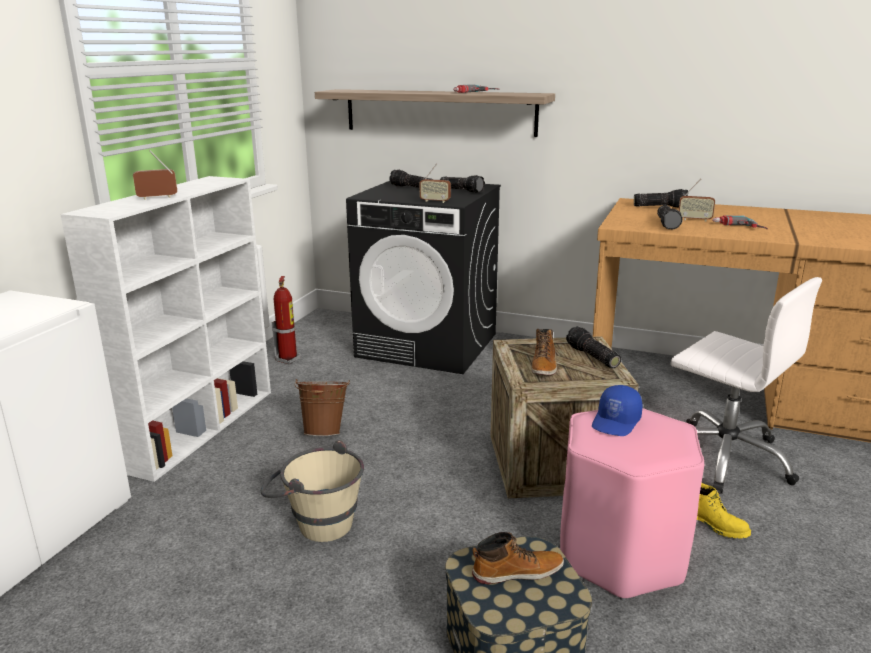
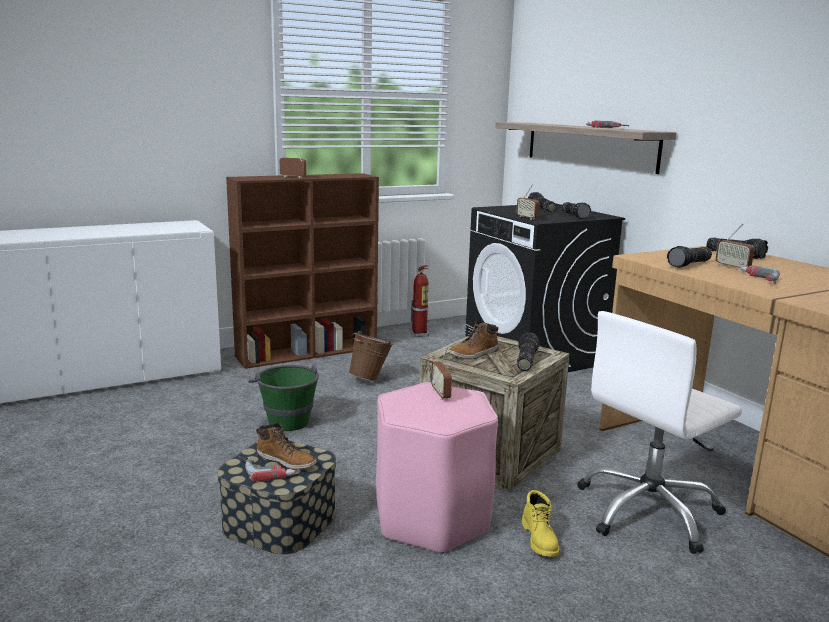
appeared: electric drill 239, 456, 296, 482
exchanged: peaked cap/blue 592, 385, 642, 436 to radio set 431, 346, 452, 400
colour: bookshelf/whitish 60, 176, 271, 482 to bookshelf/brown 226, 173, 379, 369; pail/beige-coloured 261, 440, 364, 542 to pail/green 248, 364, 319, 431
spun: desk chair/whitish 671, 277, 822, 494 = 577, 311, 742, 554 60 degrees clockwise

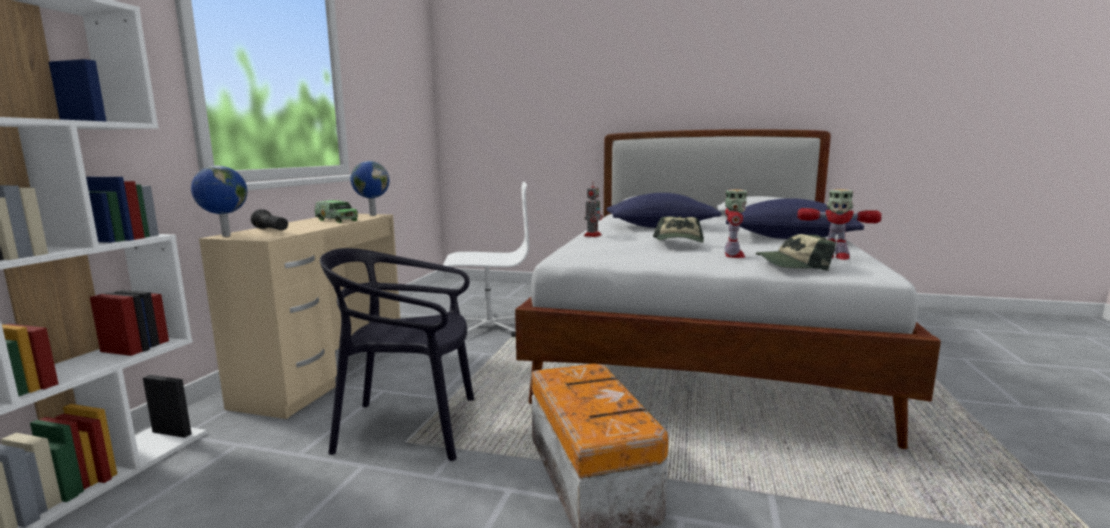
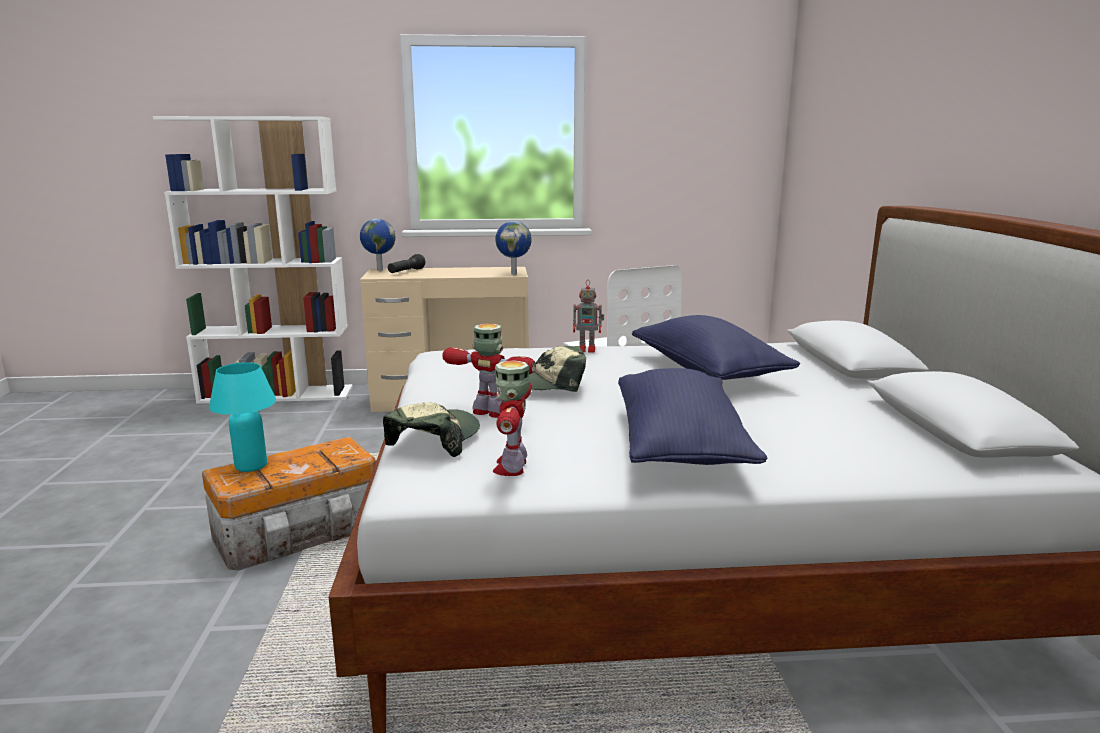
missing: model truck 315, 200, 358, 223; upright chair/blackish 320, 248, 474, 461
appeared: lamp for a table/turquoise 209, 362, 276, 472
spun: toy robot 725, 189, 747, 258 = 443, 324, 536, 418 150 degrees counterclockwise; peaked cap 756, 234, 836, 271 = 383, 402, 480, 457 45 degrees clockwise

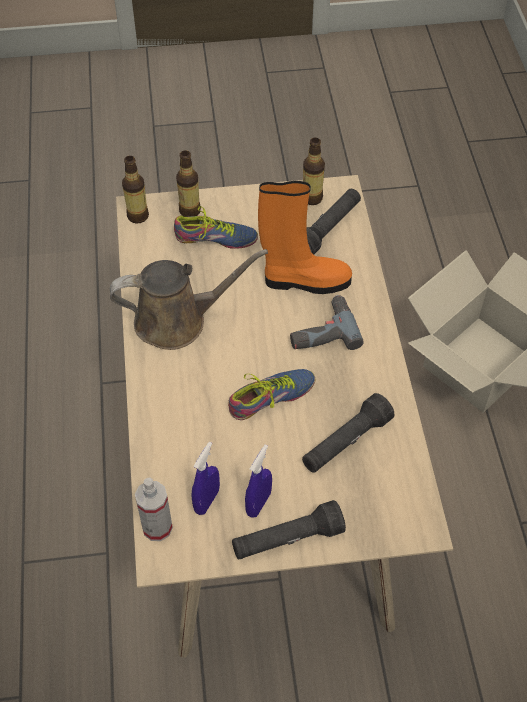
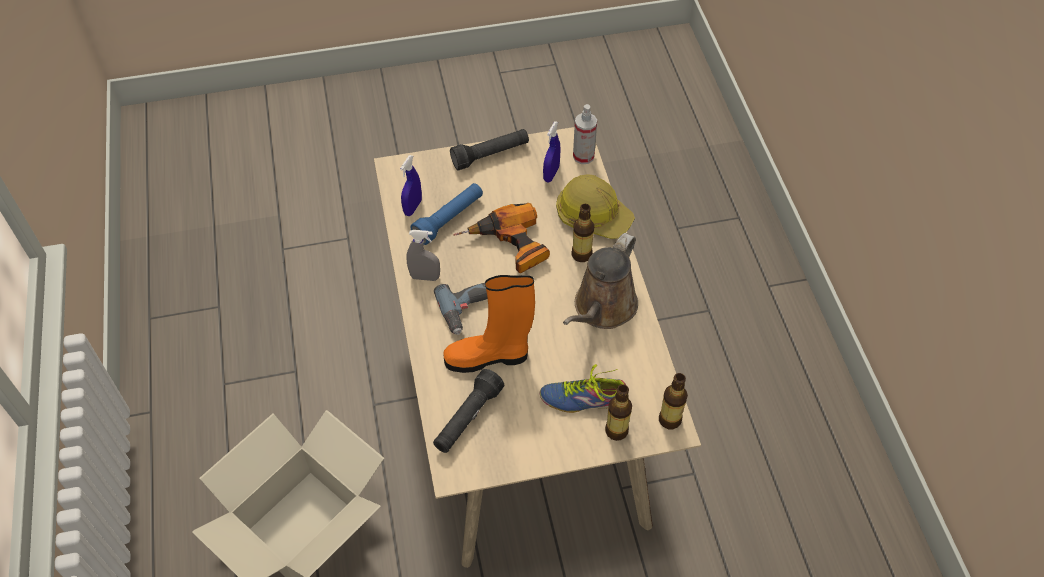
appeared: work helmet 556, 174, 635, 239; sprayer/grey 406, 230, 440, 281
relocated: bottle 303, 137, 325, 205 to 572, 204, 594, 262; sprayer/blue 245, 445, 272, 518 to 400, 155, 422, 216
exchanged: low shoe 228, 369, 315, 420 to electric drill 454, 203, 550, 274
colour: torch/blackish 302, 393, 394, 473 to torch/blue 411, 183, 483, 245
spun: watering pot/brown 110, 249, 268, 350 = 563, 233, 638, 329 45 degrees counterclockwise

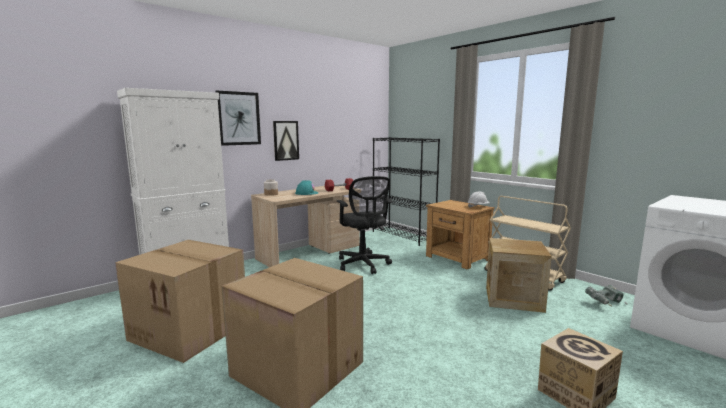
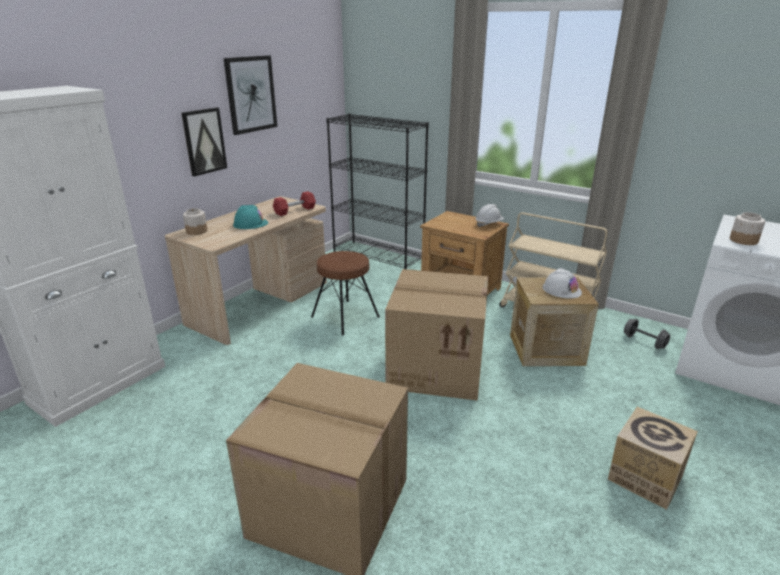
appeared: jar 730, 212, 765, 245; work helmet/whitish 542, 268, 582, 298
relocated: picture 216, 90, 261, 146 to 223, 55, 277, 135; carton 115, 240, 245, 363 to 385, 269, 488, 401
exchanged: desk chair/blackish 337, 176, 393, 274 to stool seat/brown 311, 251, 380, 335; electric drill 585, 285, 627, 307 to hand weight/grey 624, 319, 670, 349

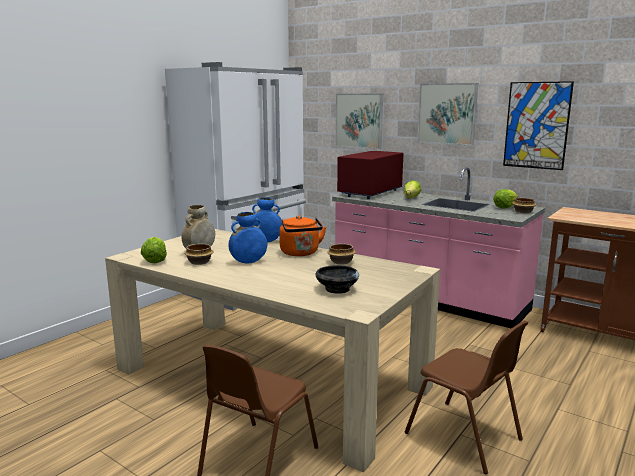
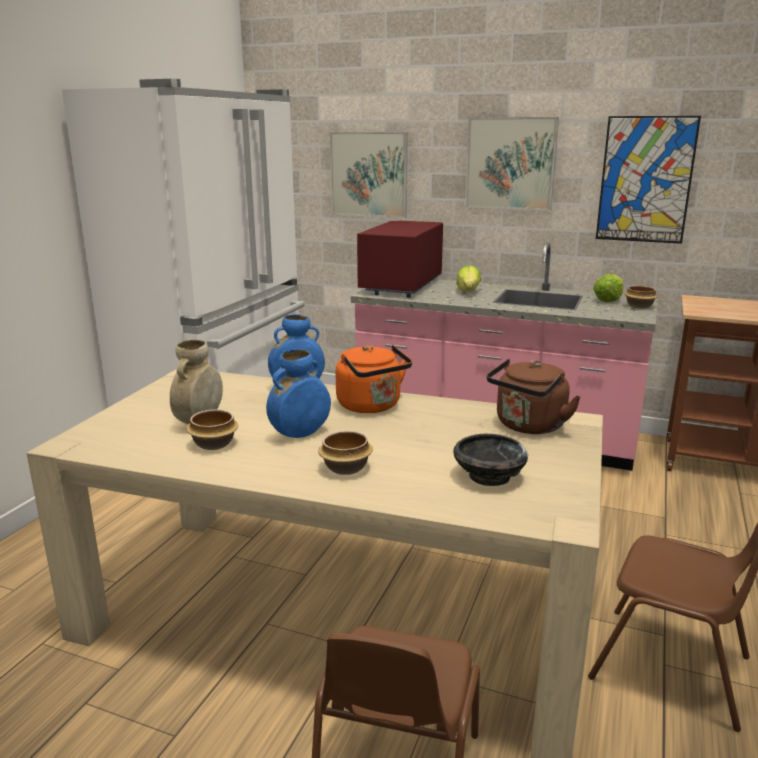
missing: head of lettuce 141, 237, 167, 263
appeared: water kettle/brown 487, 359, 581, 434
relocated: bowl 327, 244, 356, 264 to 318, 431, 373, 475

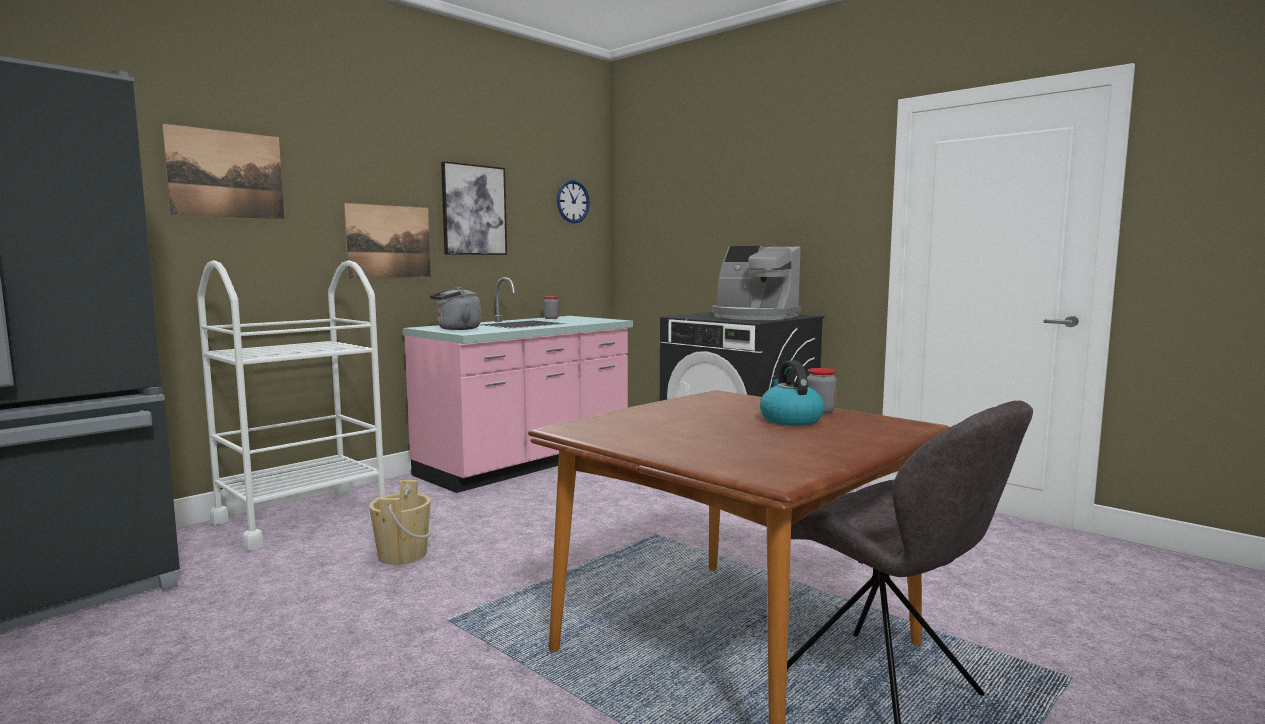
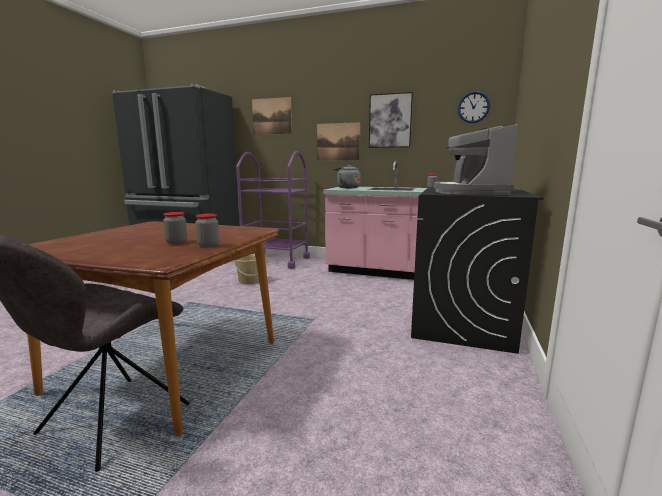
exchanged: water kettle 760, 360, 825, 426 to jar 163, 212, 187, 244
colour: wheeled cart/whitish 197, 260, 385, 551 to wheeled cart/purple 236, 151, 310, 269

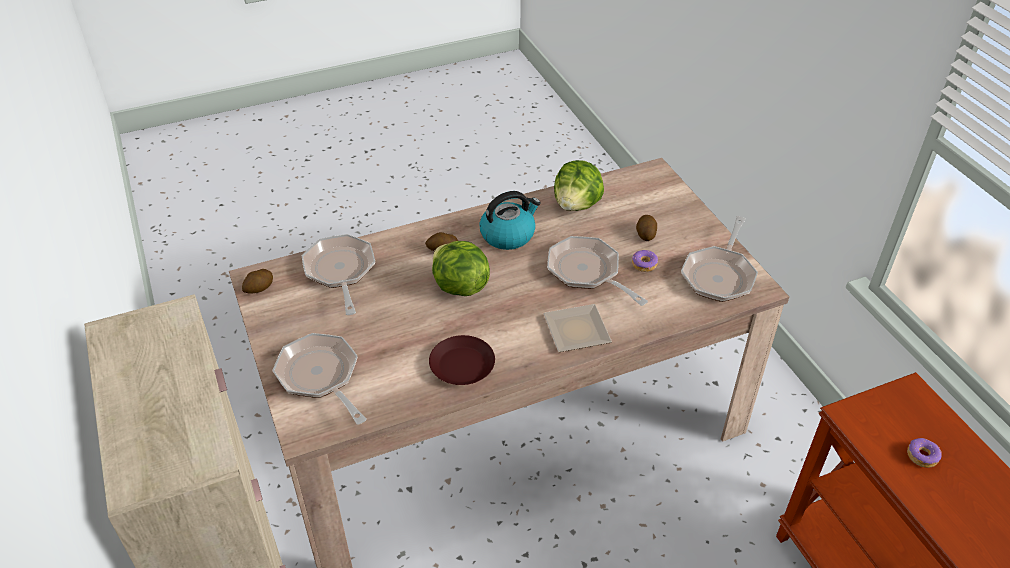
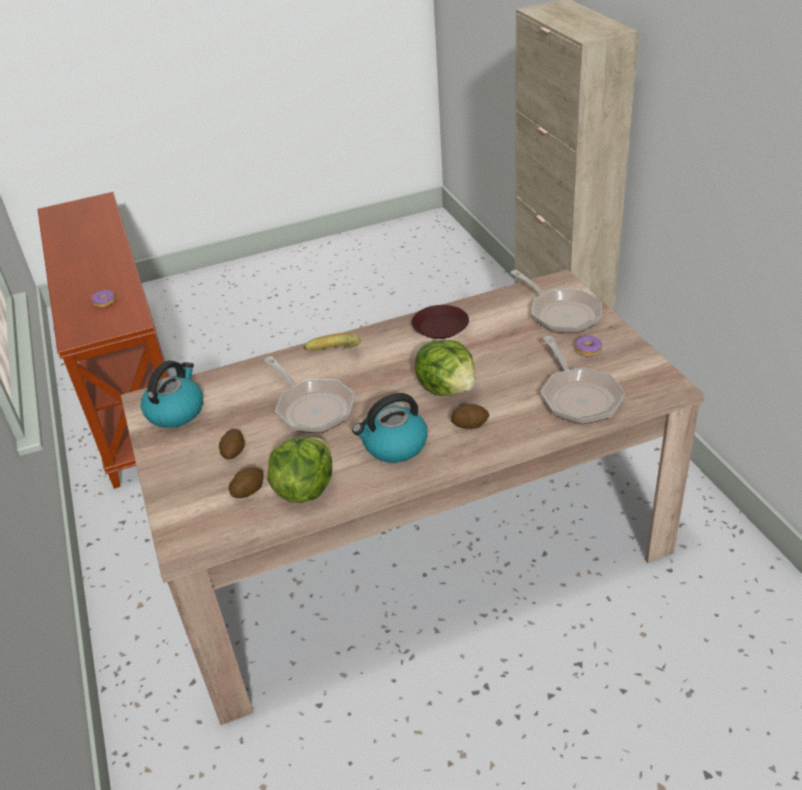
relocated: ring doughnut 632, 250, 658, 272 to 575, 336, 602, 357; whole potato 242, 269, 273, 294 to 229, 467, 263, 498
exchanged: frying pan 681, 216, 758, 302 to water kettle 141, 361, 203, 428; flat dish 543, 304, 612, 352 to banana 303, 333, 361, 350

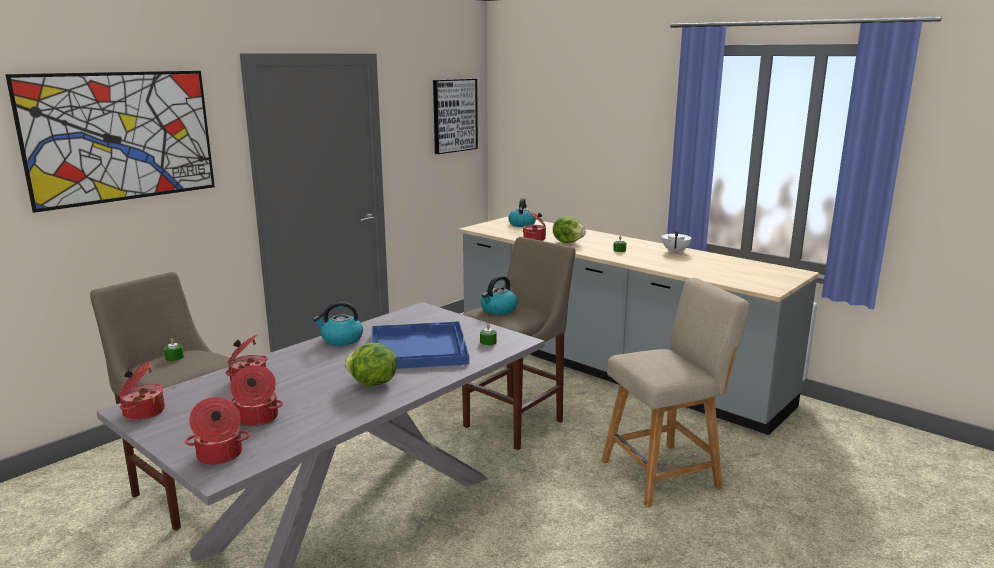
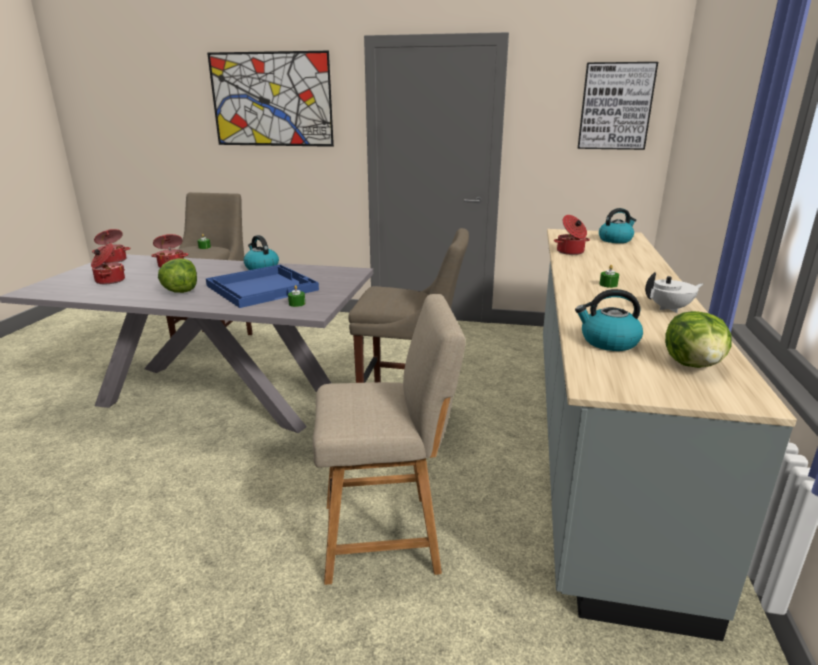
missing: saucepot 185, 397, 250, 465
relocated: head of lettuce 553, 216, 586, 243 to 665, 311, 732, 368; water kettle 481, 276, 517, 315 to 575, 289, 643, 351
spun: upright chair/beige-coloured 601, 278, 750, 507 = 312, 294, 465, 585 45 degrees counterclockwise

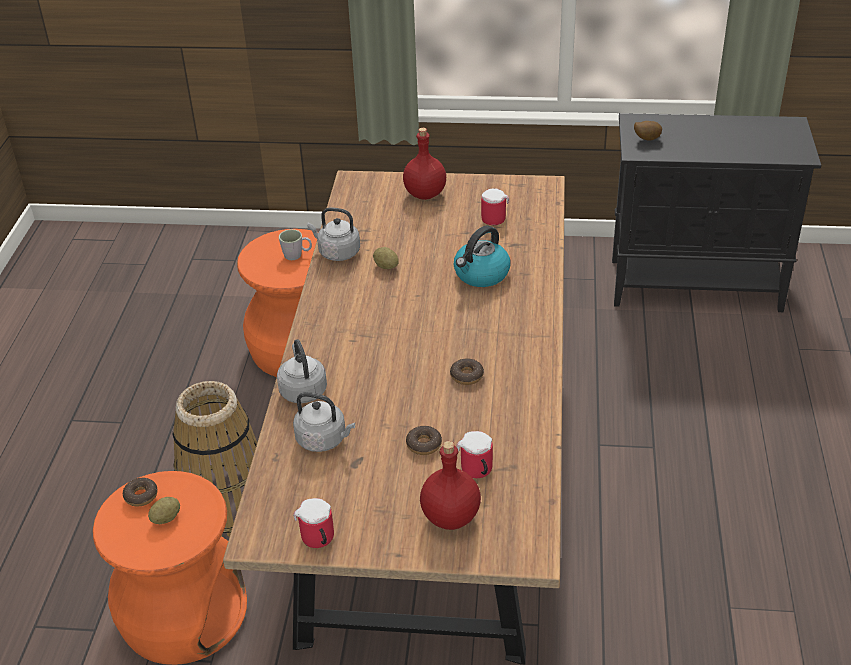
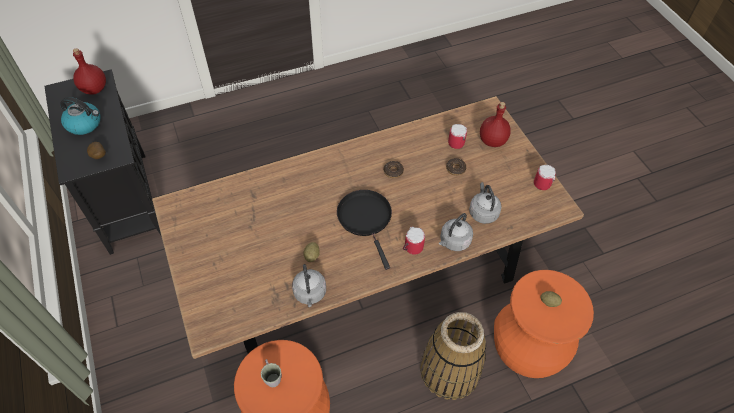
missing: ring doughnut 123, 478, 158, 507
appeared: frying pan/blackish 337, 190, 392, 270
relocated: bottle/red-coloured 403, 128, 446, 200 to 73, 48, 106, 95; coffee mug 481, 189, 509, 225 to 403, 226, 425, 255; water kettle 454, 225, 510, 287 to 60, 97, 101, 135

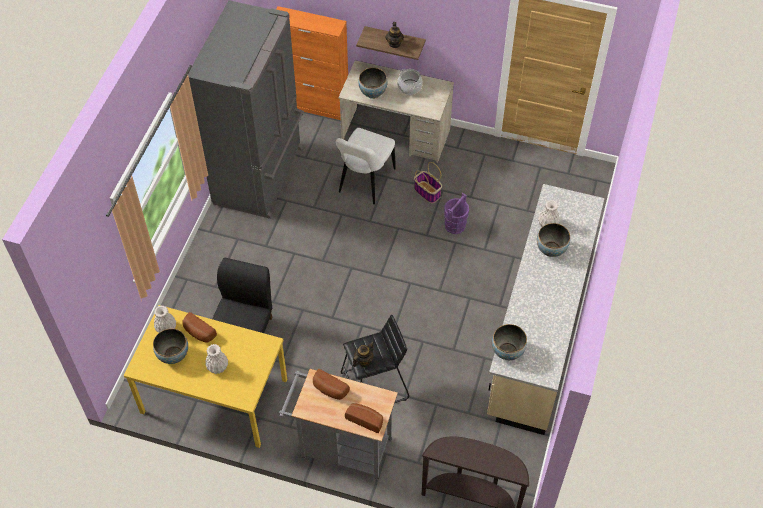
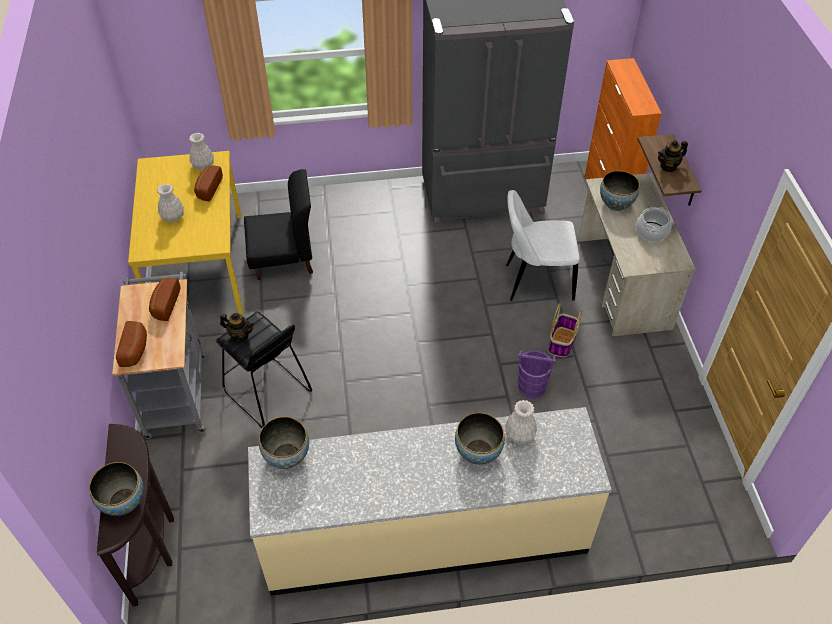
relocated: bowl 153, 329, 188, 364 to 89, 462, 144, 516

